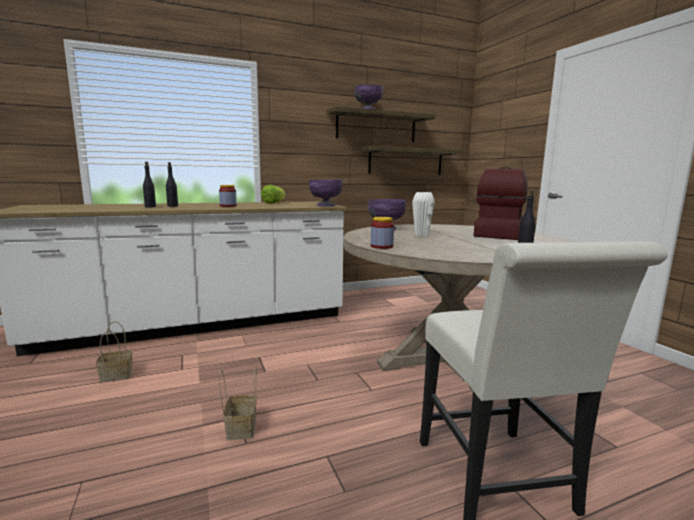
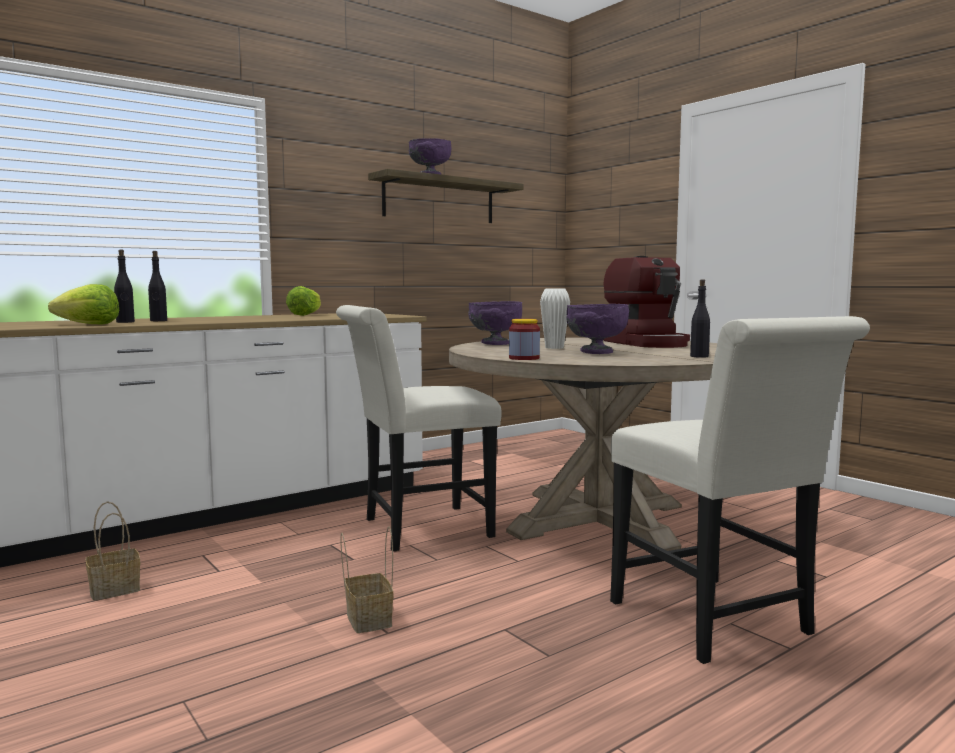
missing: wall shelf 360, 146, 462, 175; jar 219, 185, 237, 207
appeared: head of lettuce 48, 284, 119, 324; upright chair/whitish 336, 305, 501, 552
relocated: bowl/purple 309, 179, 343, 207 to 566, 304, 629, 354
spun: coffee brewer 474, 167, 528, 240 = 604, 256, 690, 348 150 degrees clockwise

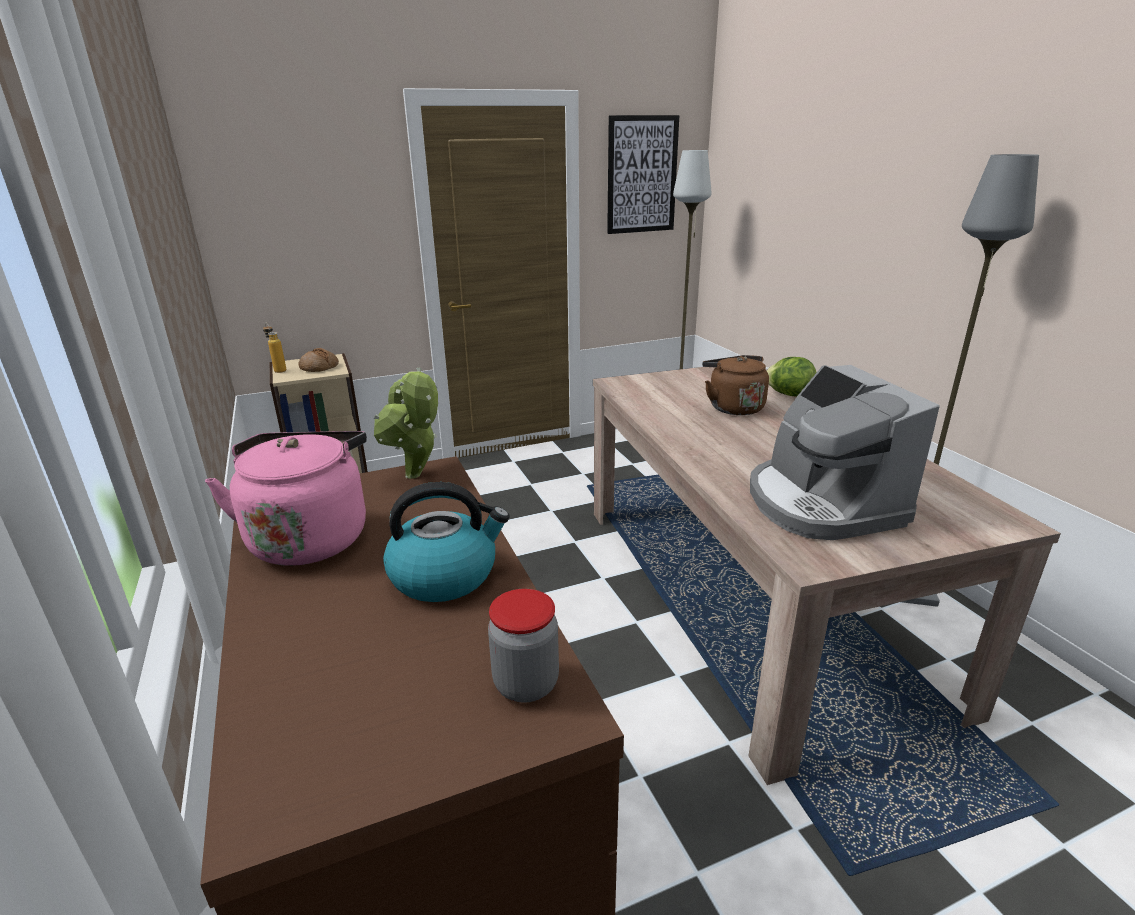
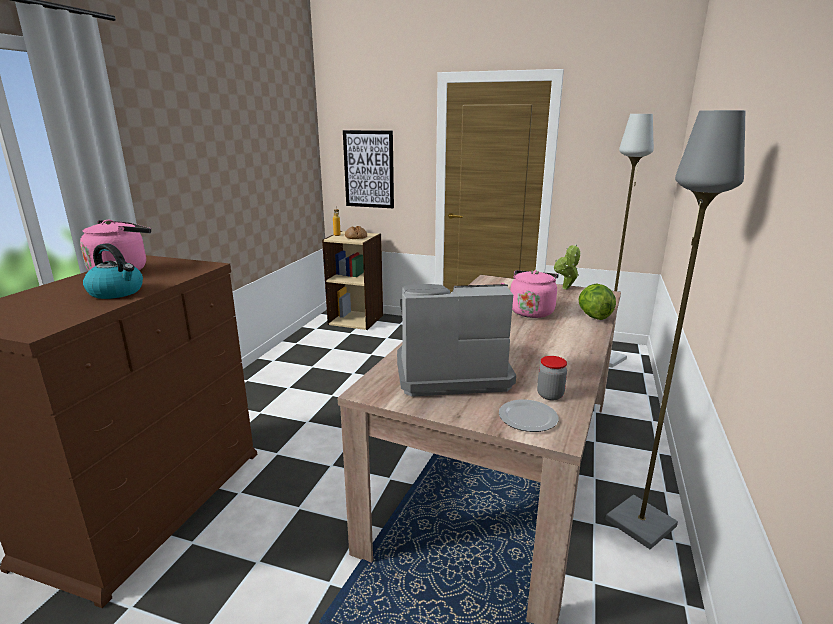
appeared: flat dish 499, 400, 558, 432
relocated: picture 607, 115, 679, 234 to 343, 130, 394, 208; potted plant 374, 368, 438, 479 to 554, 244, 581, 290; jar 488, 589, 559, 703 to 537, 356, 567, 400
colour: water kettle/brown 702, 355, 769, 415 to water kettle/pink-coloured 501, 270, 559, 318
spun: coffee brewer 750, 365, 940, 540 = 397, 284, 516, 396 60 degrees clockwise

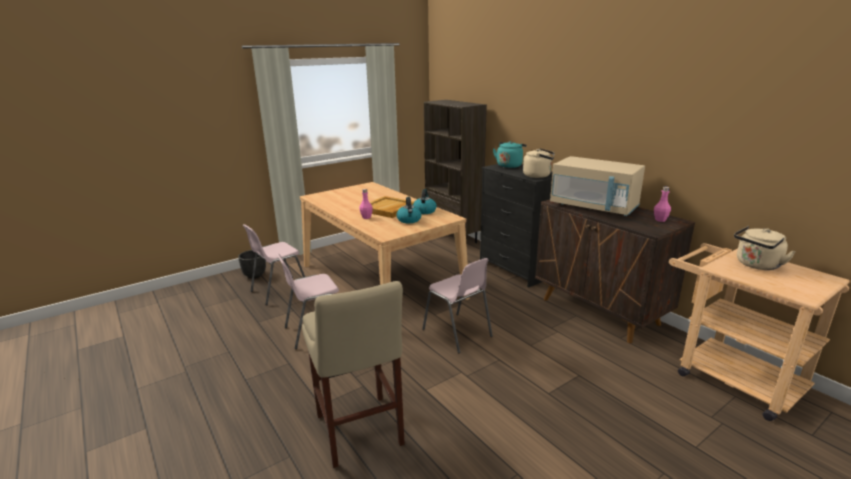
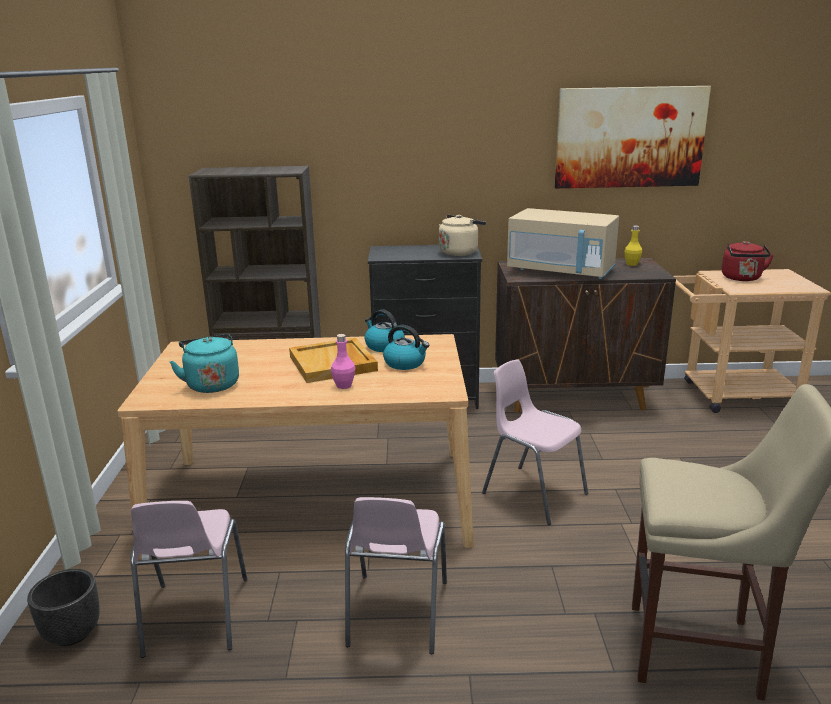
appeared: picture 555, 86, 711, 188
relocated: water kettle/turquoise 493, 141, 527, 168 to 169, 334, 239, 393
colour: bottle/pink-coloured 654, 187, 671, 222 to bottle/yellow-coloured 624, 225, 642, 266; water kettle/beige-coloured 734, 226, 796, 270 to water kettle/red-coloured 722, 241, 774, 281
spun: kitchen microwave/beige-coloured 550, 156, 645, 216 = 507, 208, 619, 279 45 degrees clockwise; upright chair/pink-coloured 422, 258, 493, 353 = 482, 359, 588, 525 135 degrees counterclockwise

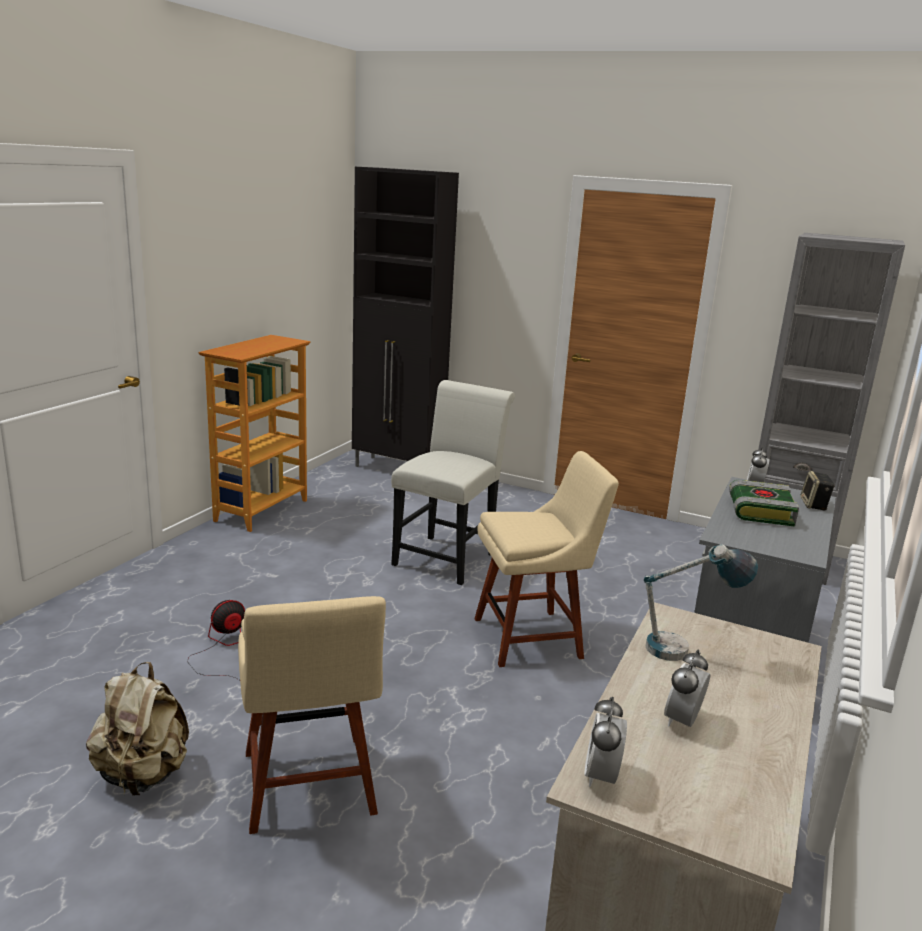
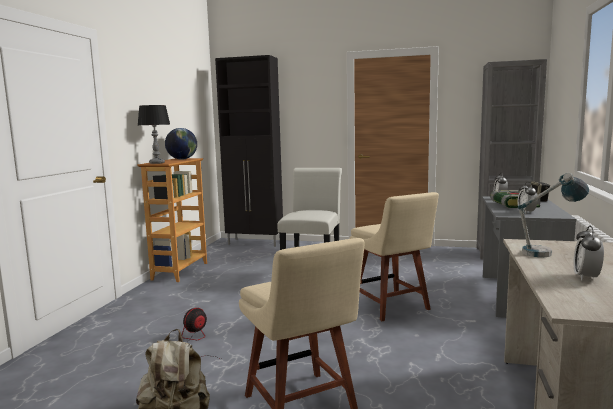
appeared: lamp for a table 138, 105, 170, 164; world globe 165, 128, 197, 160
relocated: bedside clock 584, 697, 627, 787 to 518, 182, 538, 214
spun: upright chair/beige-coloured 474, 451, 619, 667 = 350, 192, 439, 321 90 degrees clockwise

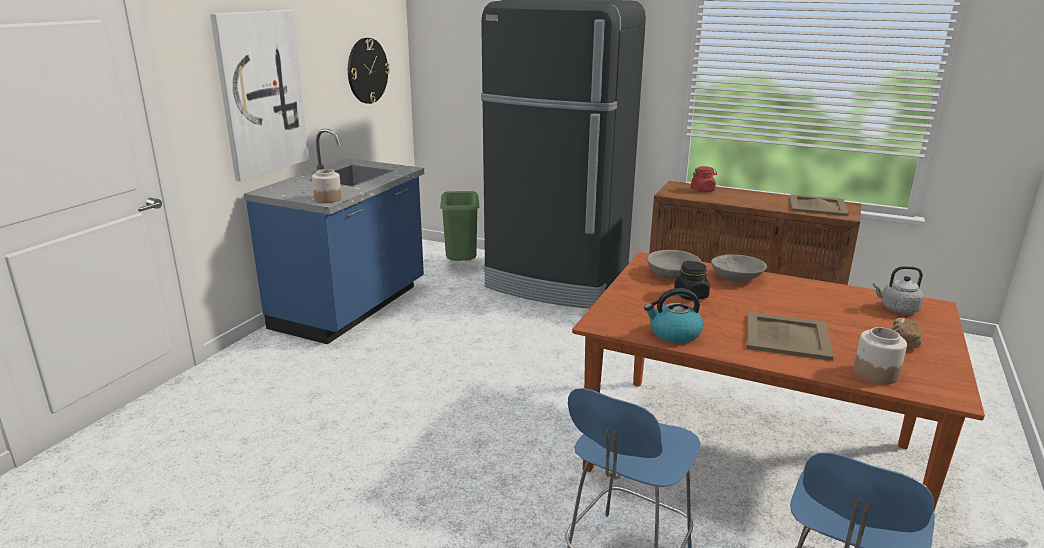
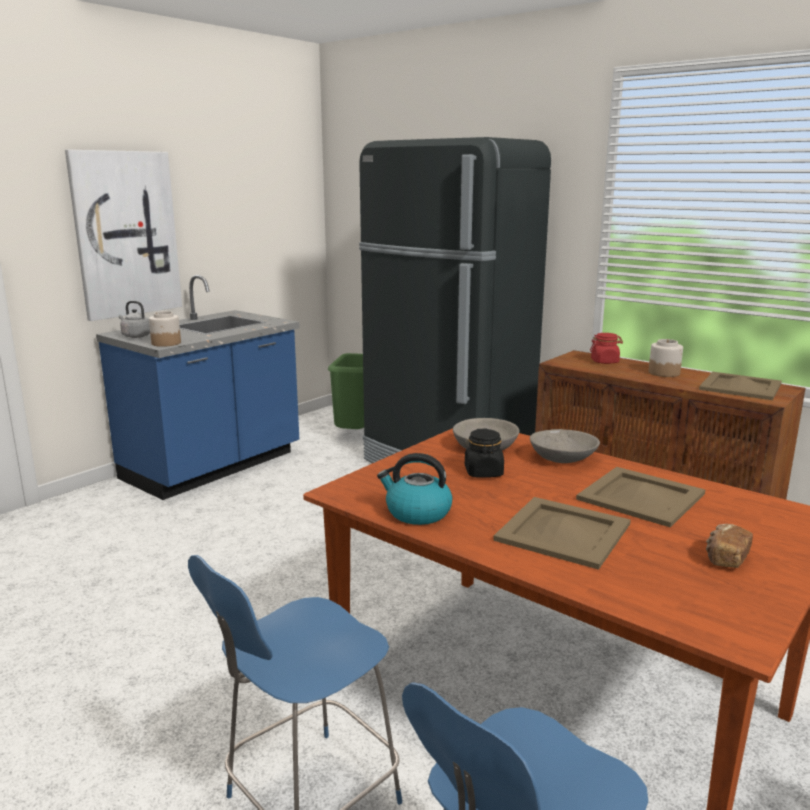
missing: wall clock 348, 38, 390, 104
appeared: tray/beige-coloured 576, 467, 705, 527
relocated: water kettle/grey 873, 266, 924, 314 to 119, 301, 150, 338; jar 853, 327, 907, 384 to 649, 339, 683, 377

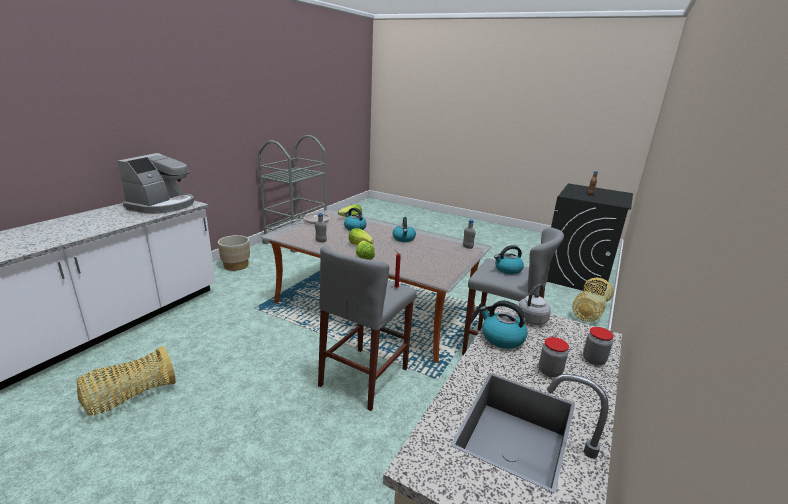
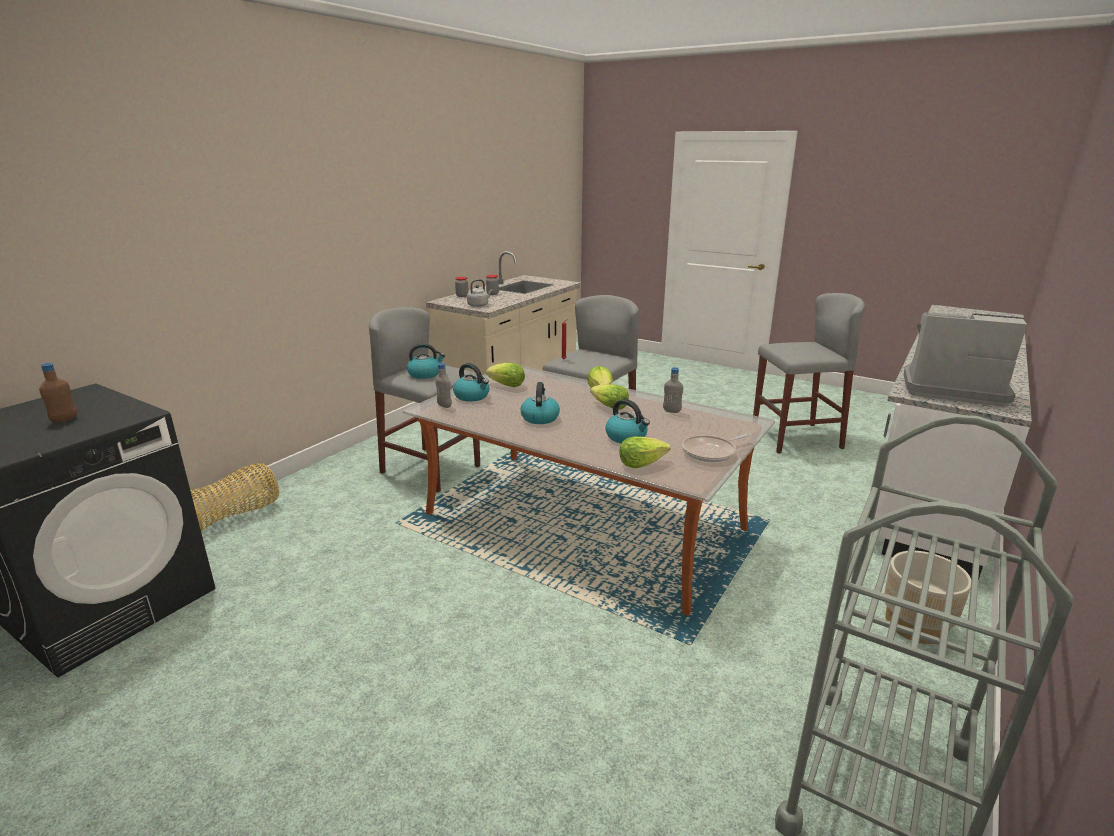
appeared: head of lettuce 486, 363, 525, 387
relocated: water kettle 480, 300, 527, 349 to 453, 363, 490, 402
exchanged: household basket 77, 346, 176, 416 to stool seat/grey 753, 293, 865, 454
spun: coffee brewer 117, 153, 195, 214 = 904, 313, 1027, 407 90 degrees clockwise

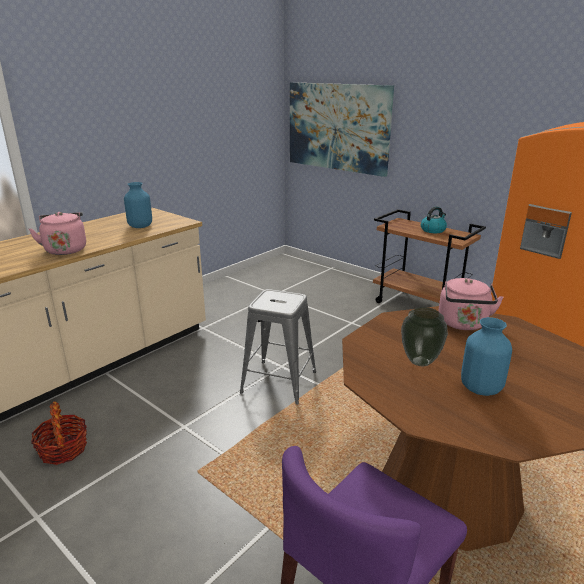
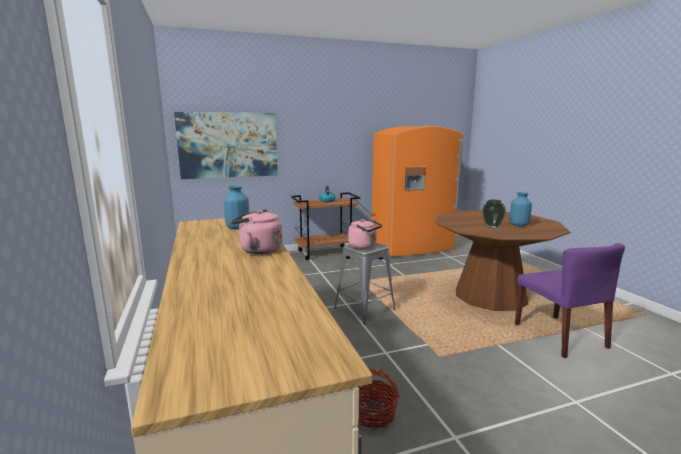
relocated: water kettle/pink-coloured 439, 278, 504, 330 to 348, 219, 382, 249

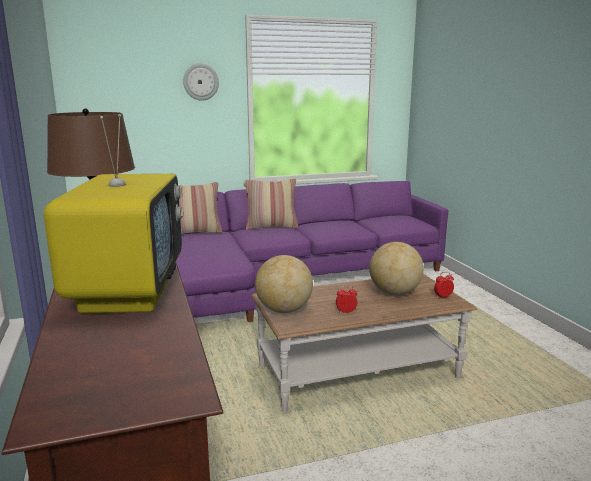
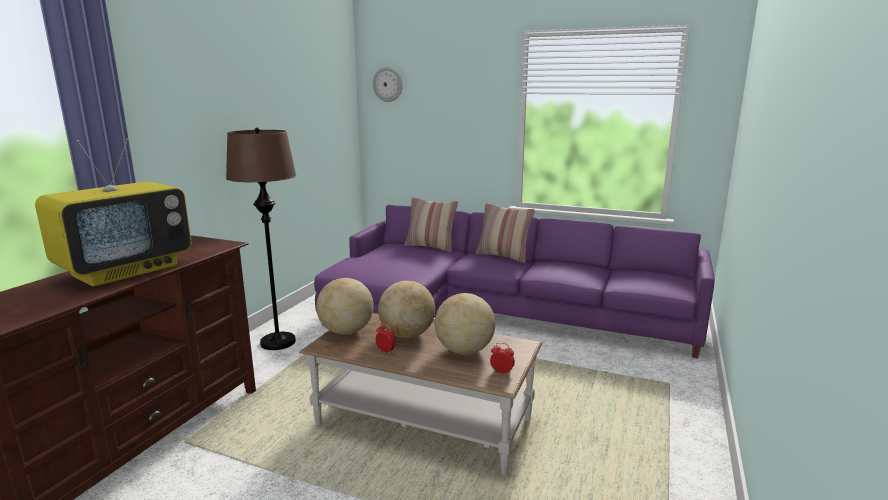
appeared: world globe 378, 281, 435, 338
relocated: wall clock 183, 63, 219, 101 to 373, 67, 403, 102

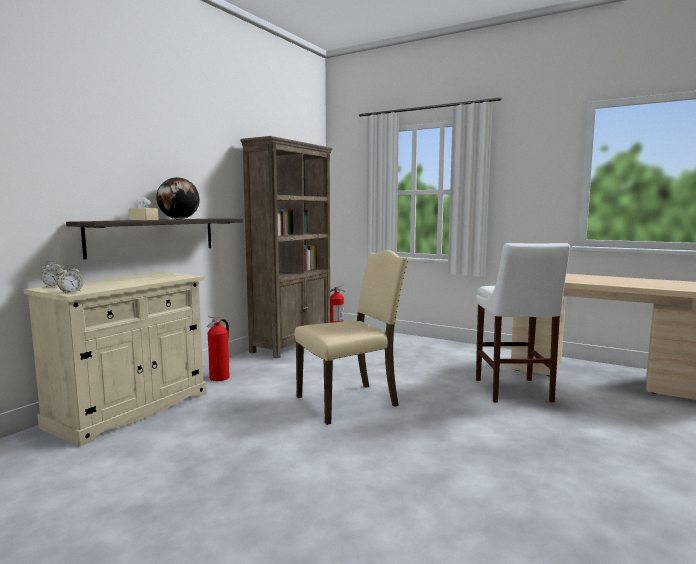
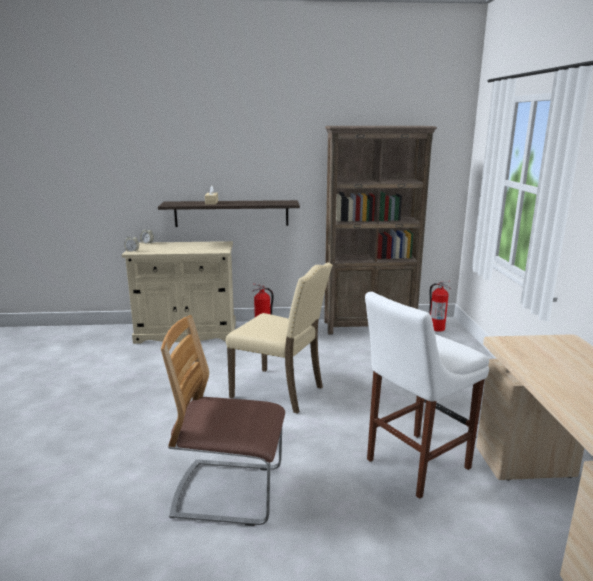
missing: world globe 156, 177, 200, 219
appeared: upright chair 161, 315, 285, 526

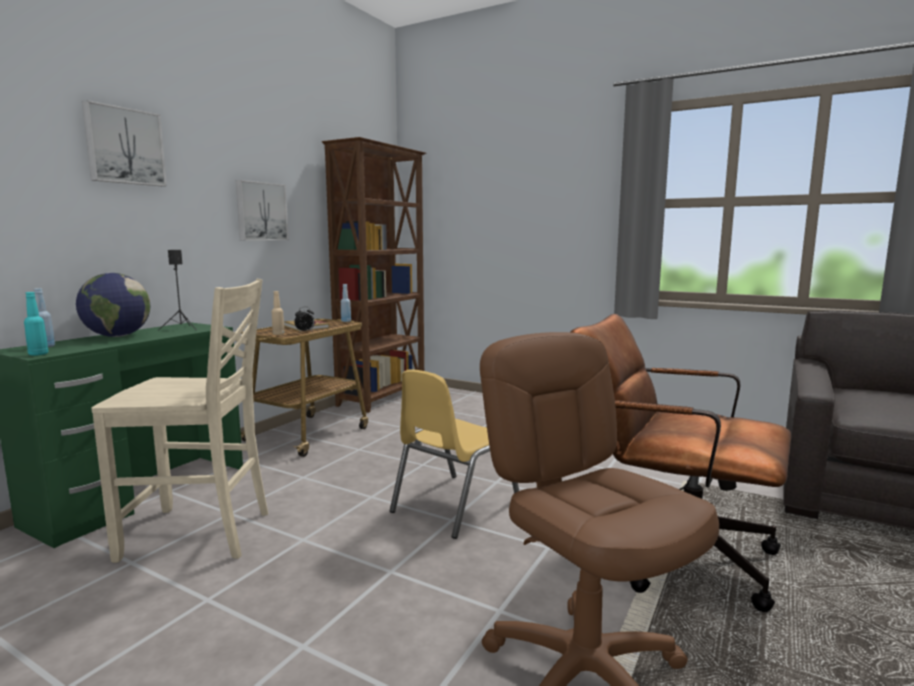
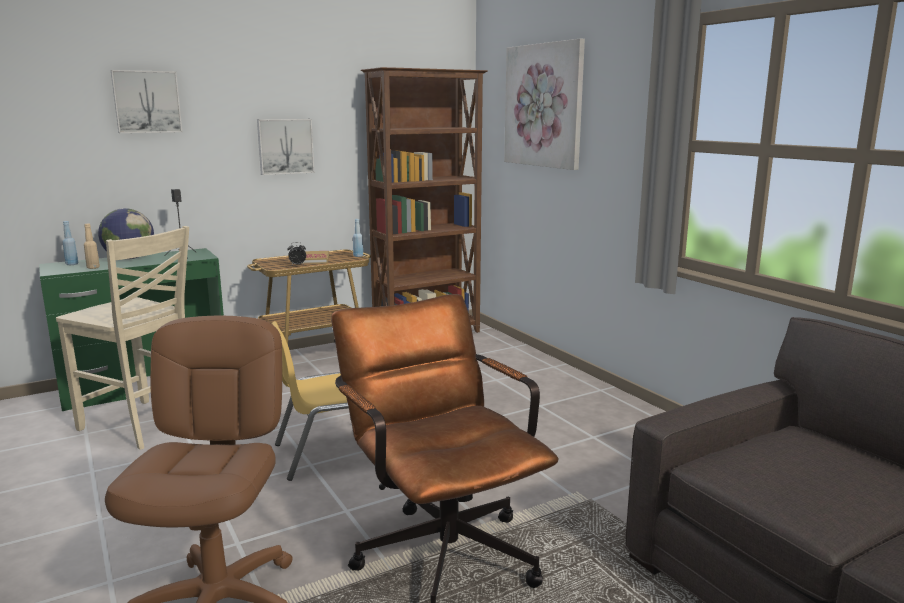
missing: bottle/turquoise 24, 292, 49, 356
appeared: picture 504, 38, 585, 170
relocated: bottle/beige-coloured 272, 291, 285, 335 to 84, 224, 100, 269

